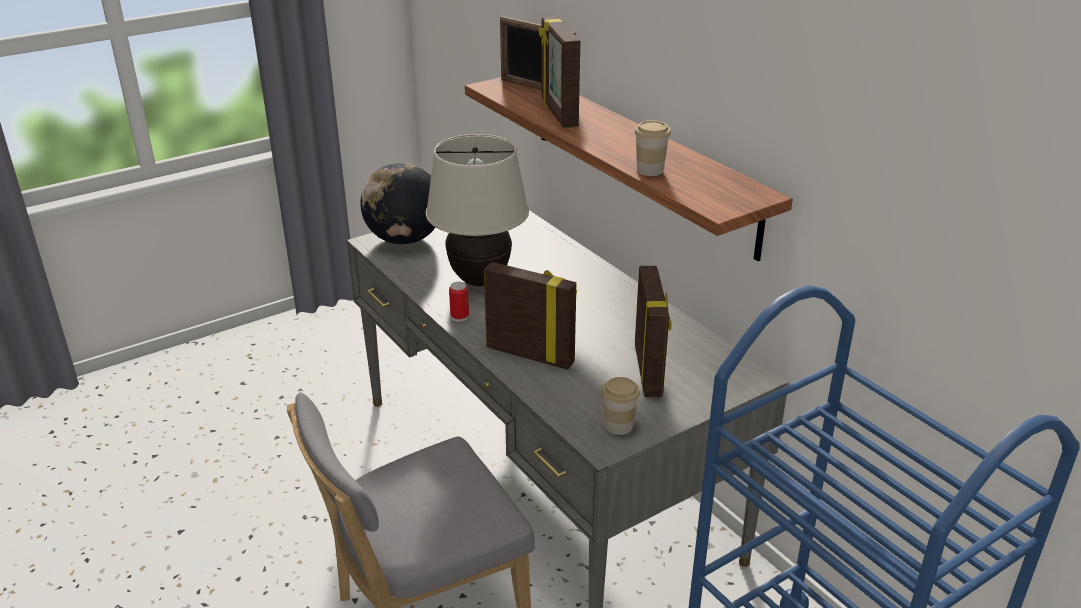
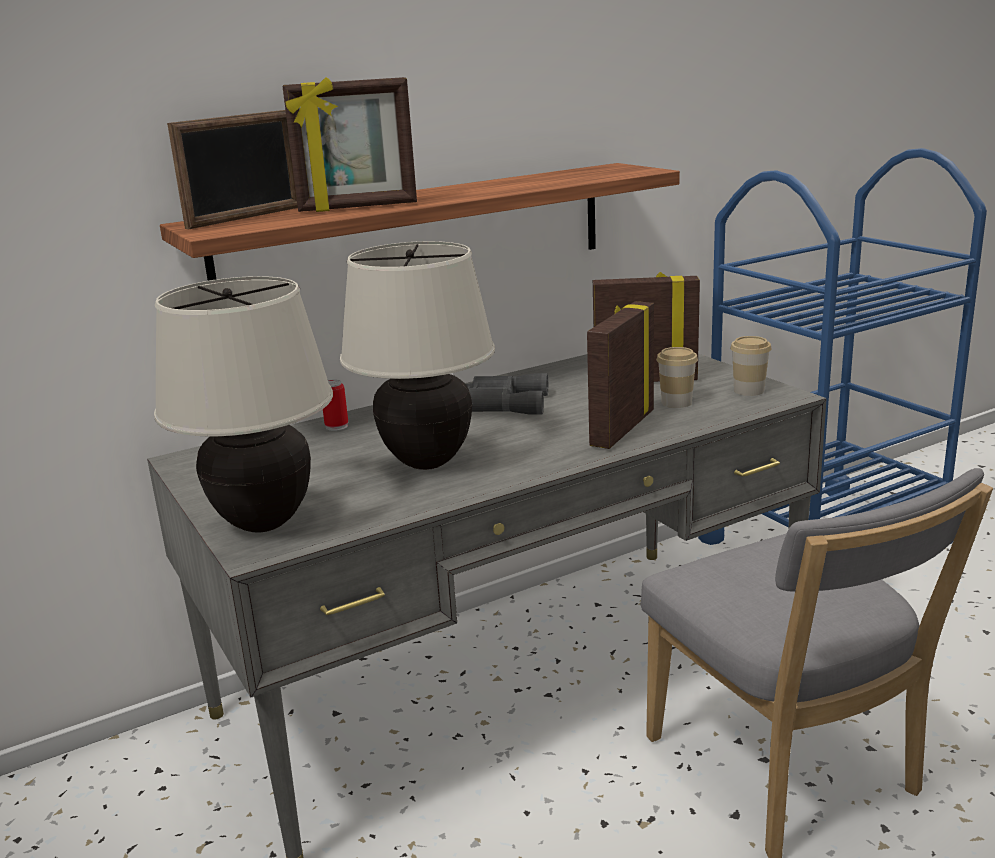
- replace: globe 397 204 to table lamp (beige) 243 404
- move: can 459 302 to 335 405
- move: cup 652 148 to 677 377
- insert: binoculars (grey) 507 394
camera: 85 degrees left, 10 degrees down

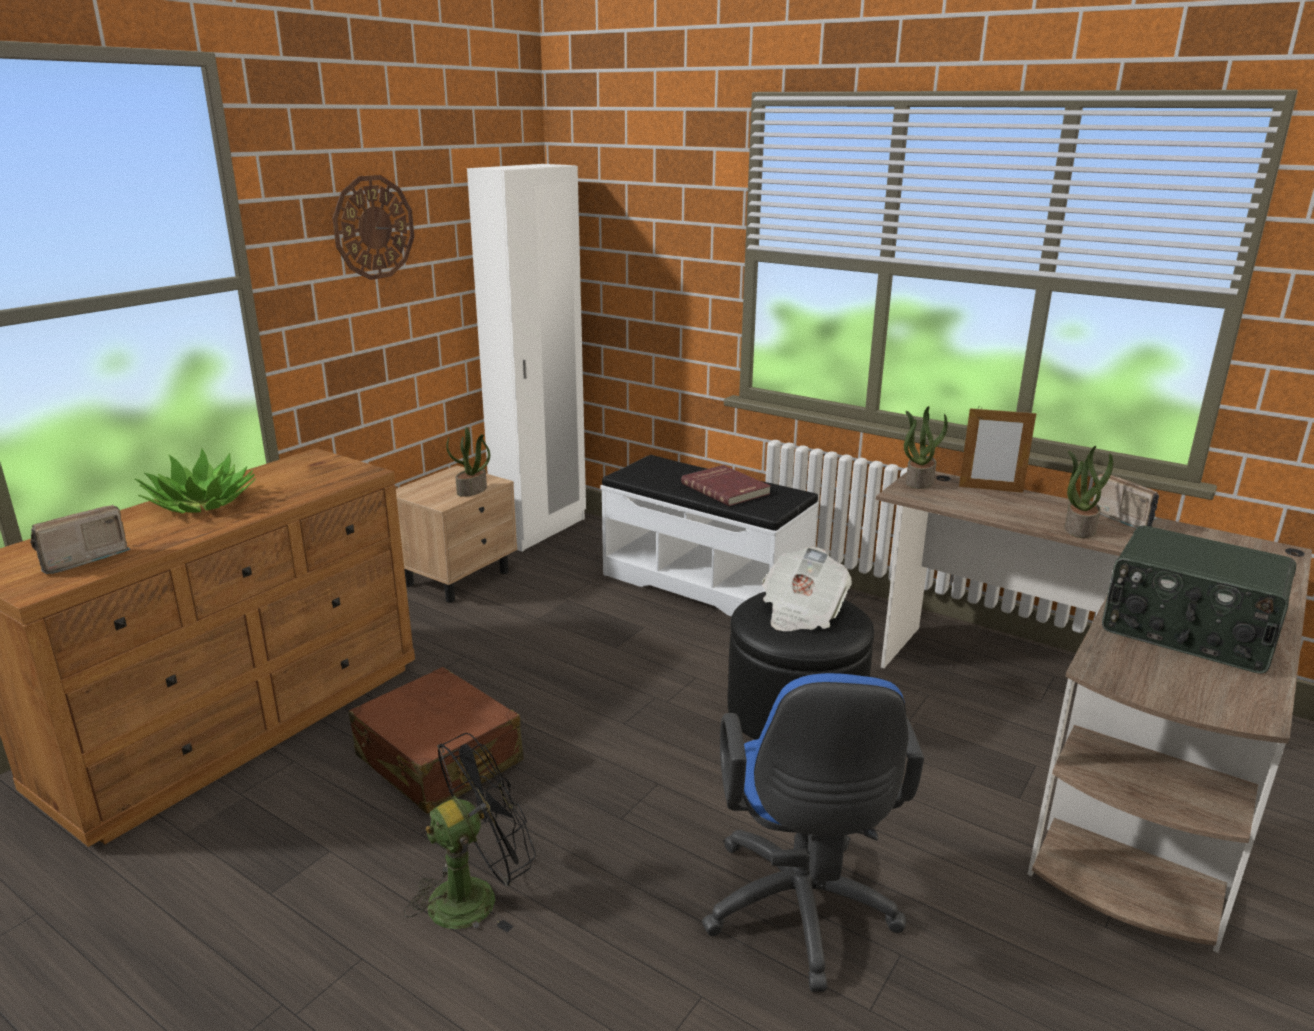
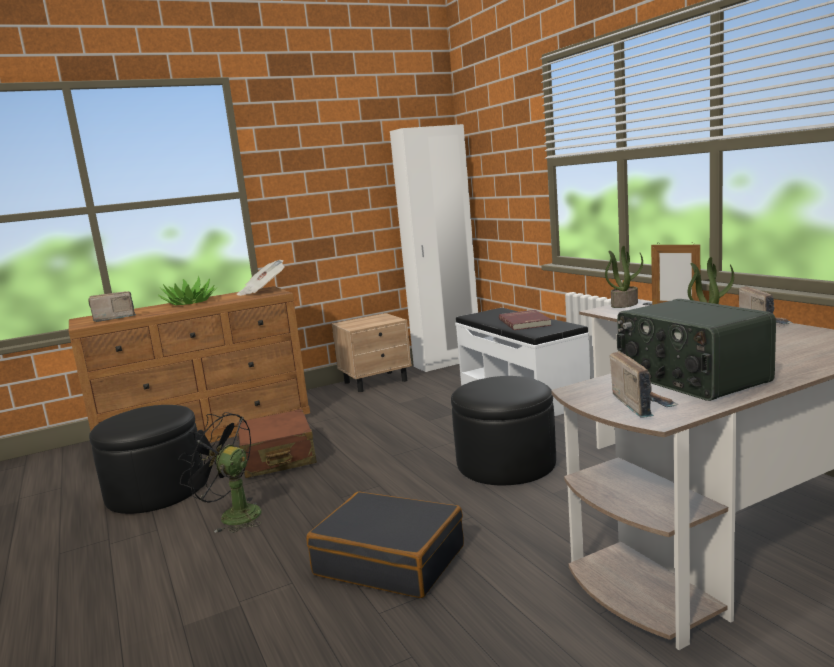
- delete: wall clock 373 227
- rotate: fan (black) 470 832 = 220 472 150 degrees counterclockwise
- delete: potted plant 468 462
- replace: office chair (blue) 813 832 to suitcase (black) 385 545
- move: newspaper 807 589 to 260 278
- insert: ottoman (black) 146 459
- insert: radio 644 384
camera: 30 degrees right, 10 degrees down

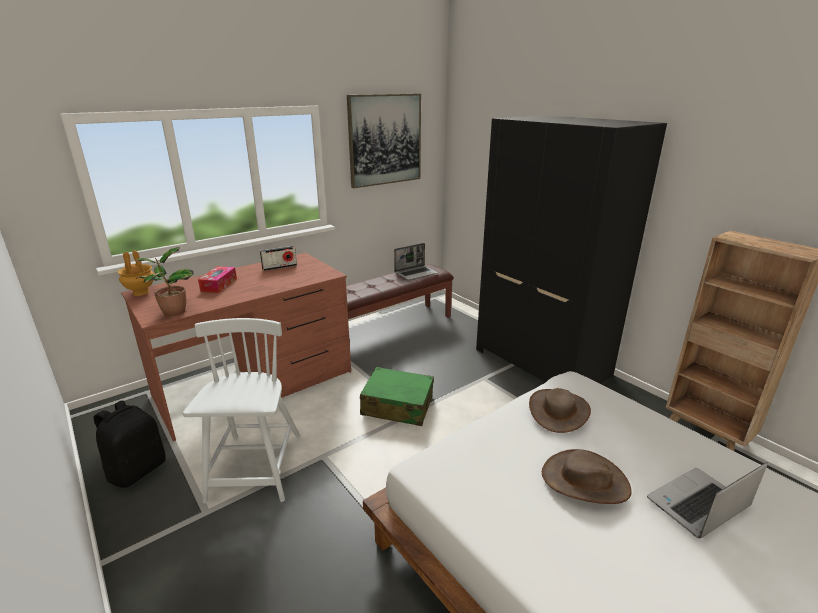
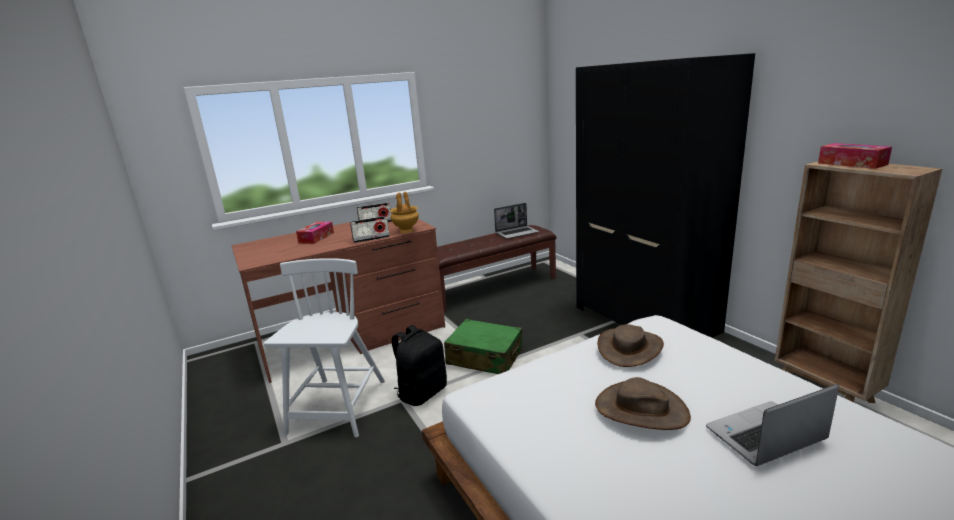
- move: backpack (black) 129 444 to 419 365
- move: vase (brown) 136 273 to 404 212
- delete: potted plant 164 281
- delete: picture 384 141
- insert: radio 370 229
- insert: tissue box 855 156
camera: 10 degrees right, 5 degrees down

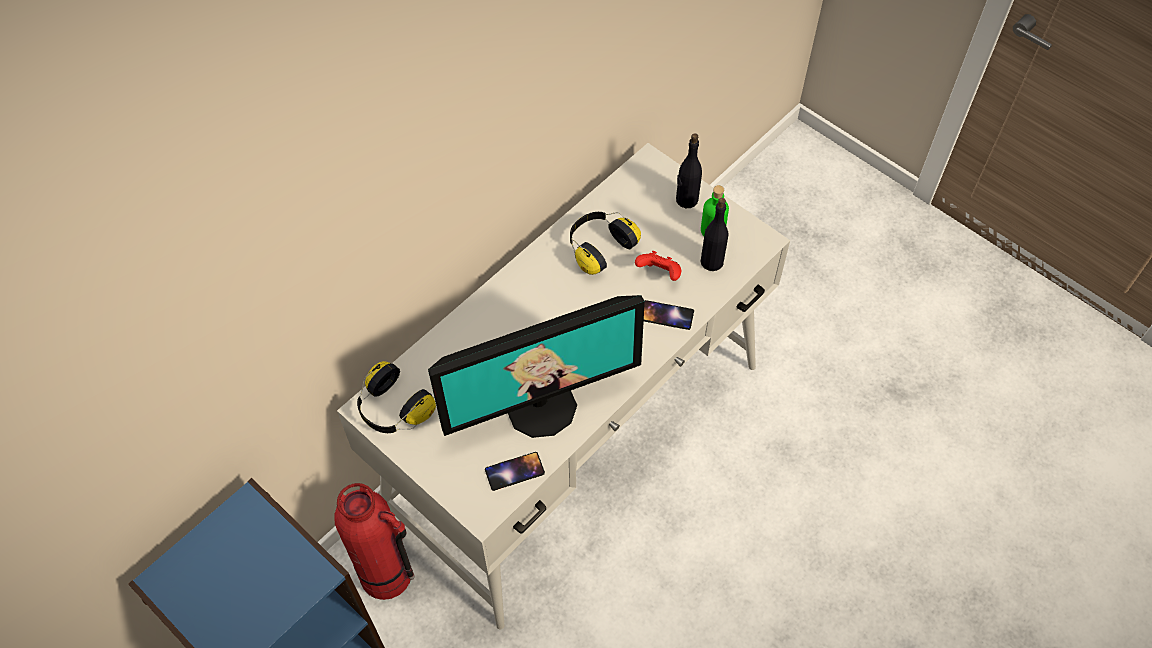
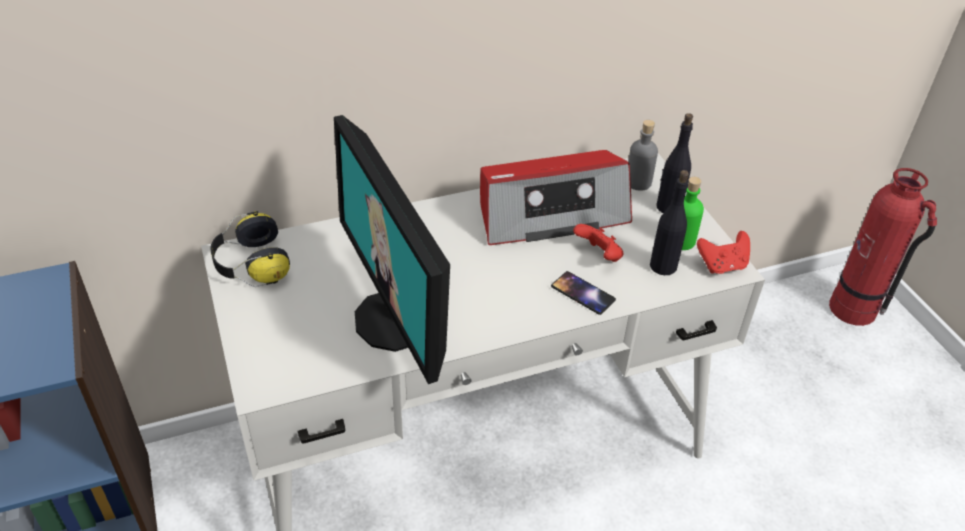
- move: fire extinguisher 374 541 to 883 247
- rotate: monitor 536 366 = 392 249 60 degrees clockwise
- delete: phone 515 471
- replace: headphones 605 243 to radio 556 197
- insert: bottle (grey) 643 155
- insert: game controller (red) 723 252
camera: 25 degrees right, 15 degrees down

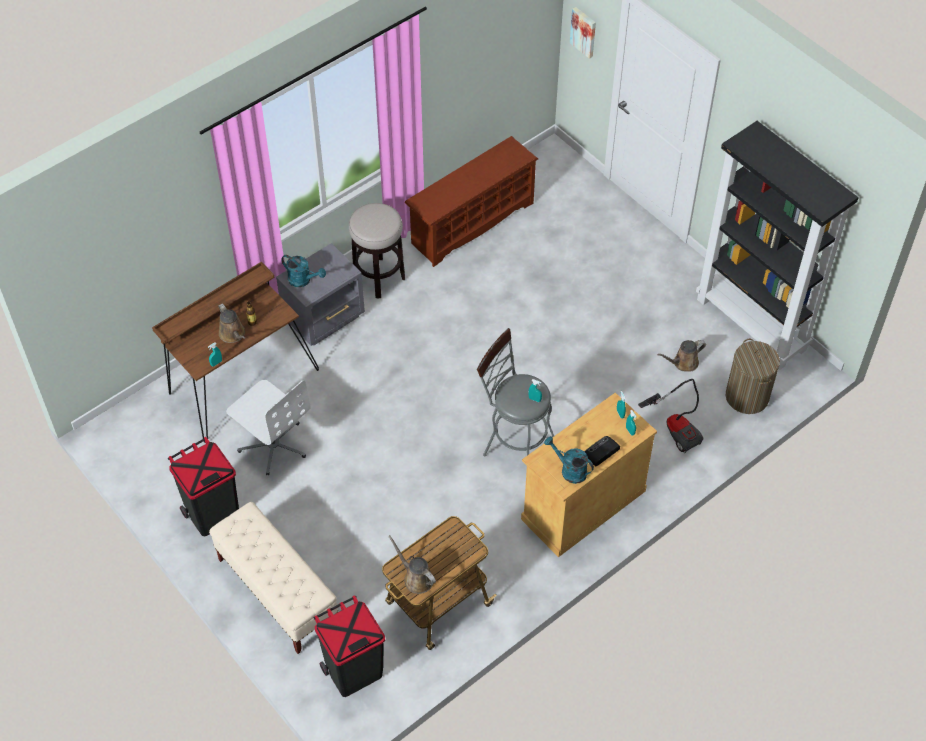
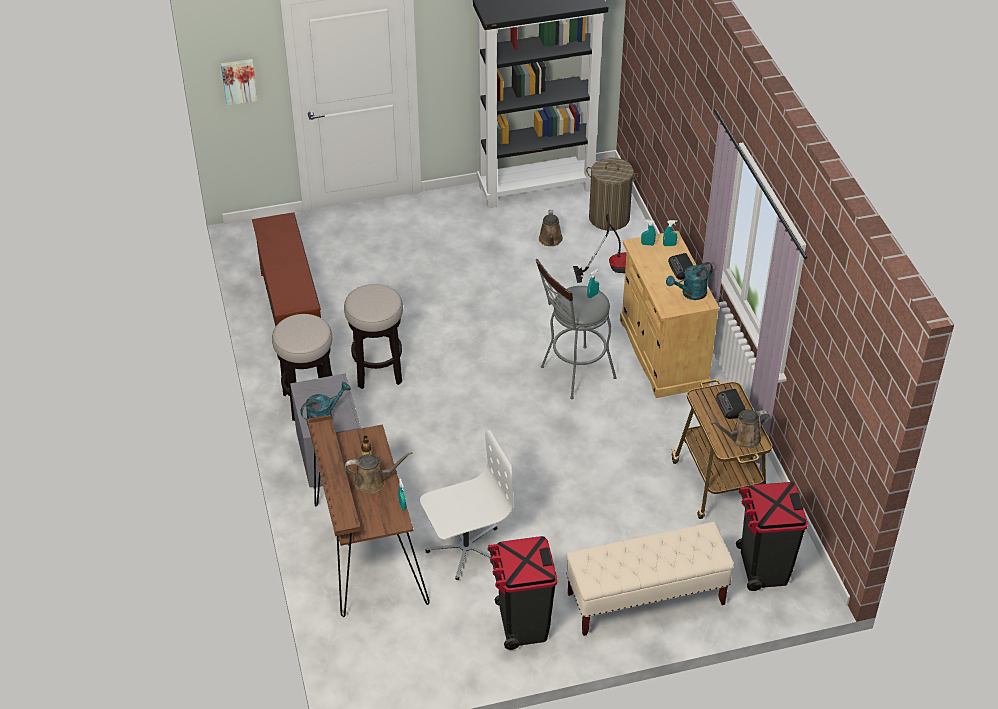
- insert: stool 373 336
- insert: radio 731 404
camera: 65 degrees left, 10 degrees down

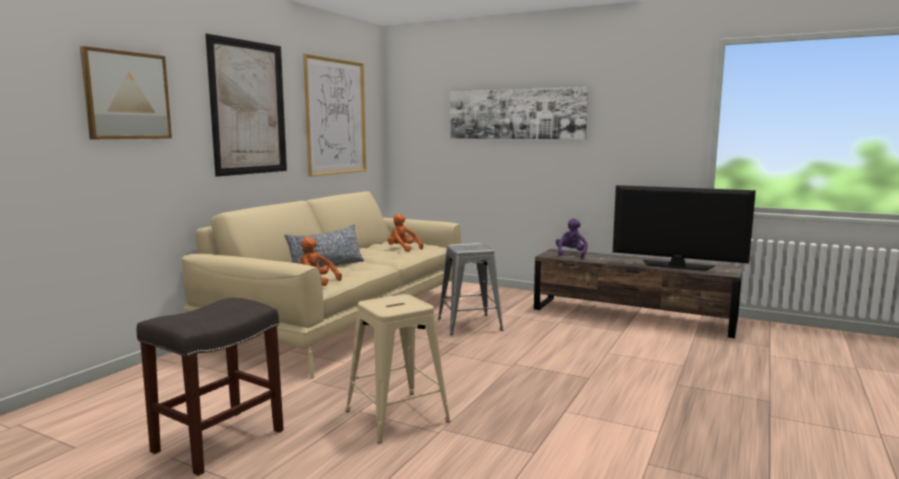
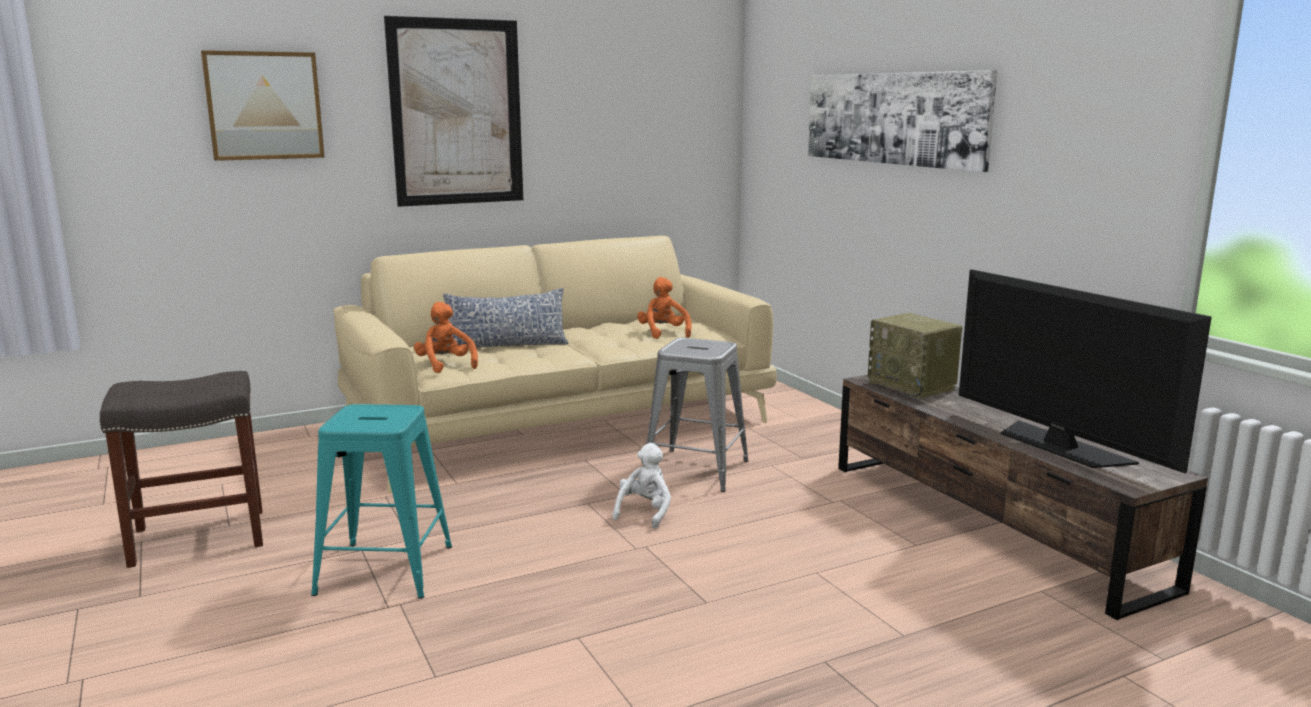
- delete: picture 334 115
- recolor: stool (beige) 398 368 to stool (turquoise) 381 501
- replace: plush toy (purple) 572 238 to radio 915 356
- insert: plush toy (white) 641 486
camera: 35 degrees right, 5 degrees up

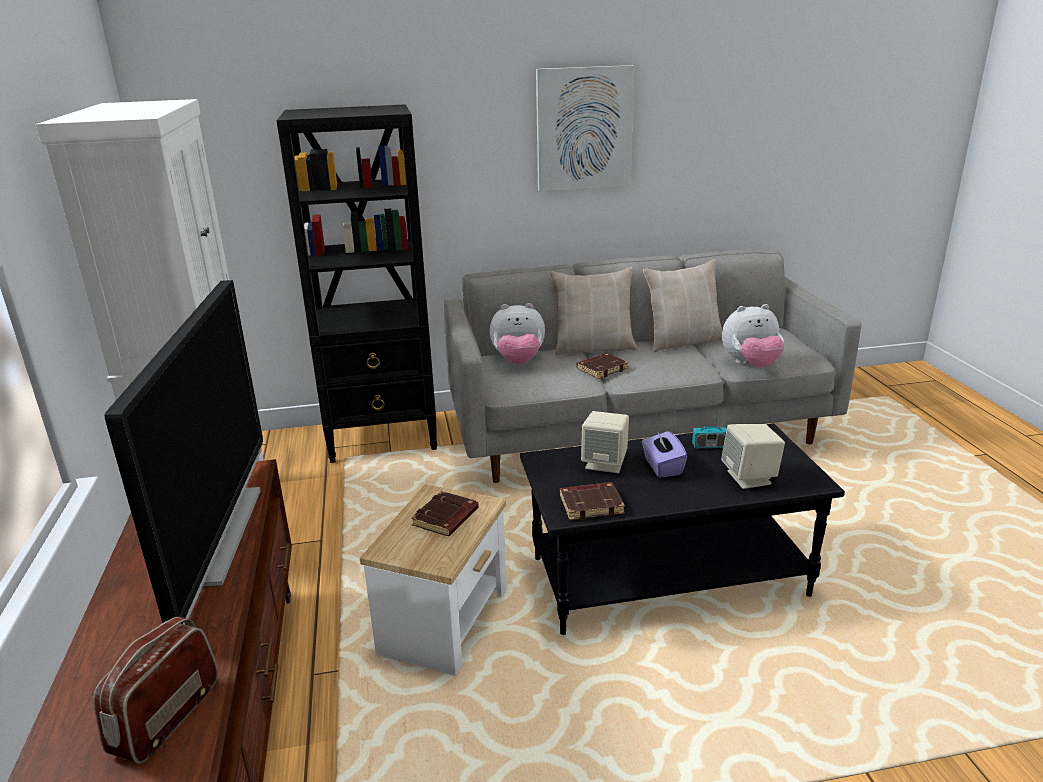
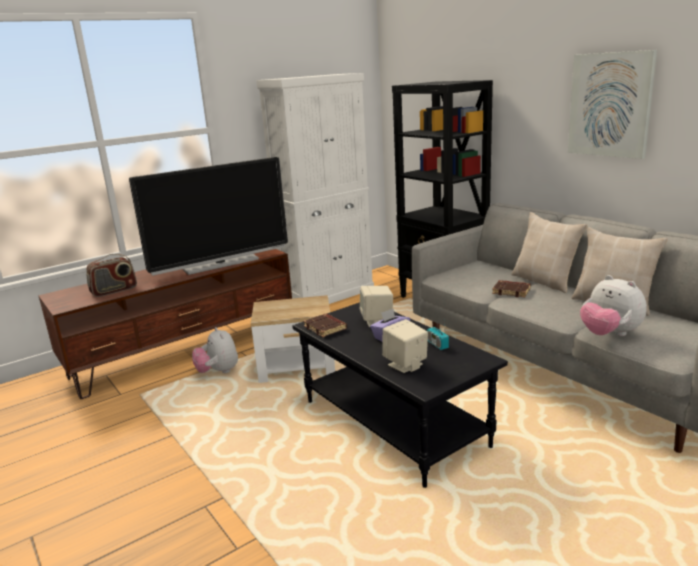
- rotate: radio 155 690 = 111 275 150 degrees clockwise
- delete: book (brown) 445 513
- move: plush toy 517 334 to 215 350
camera: 65 degrees right, 5 degrees down

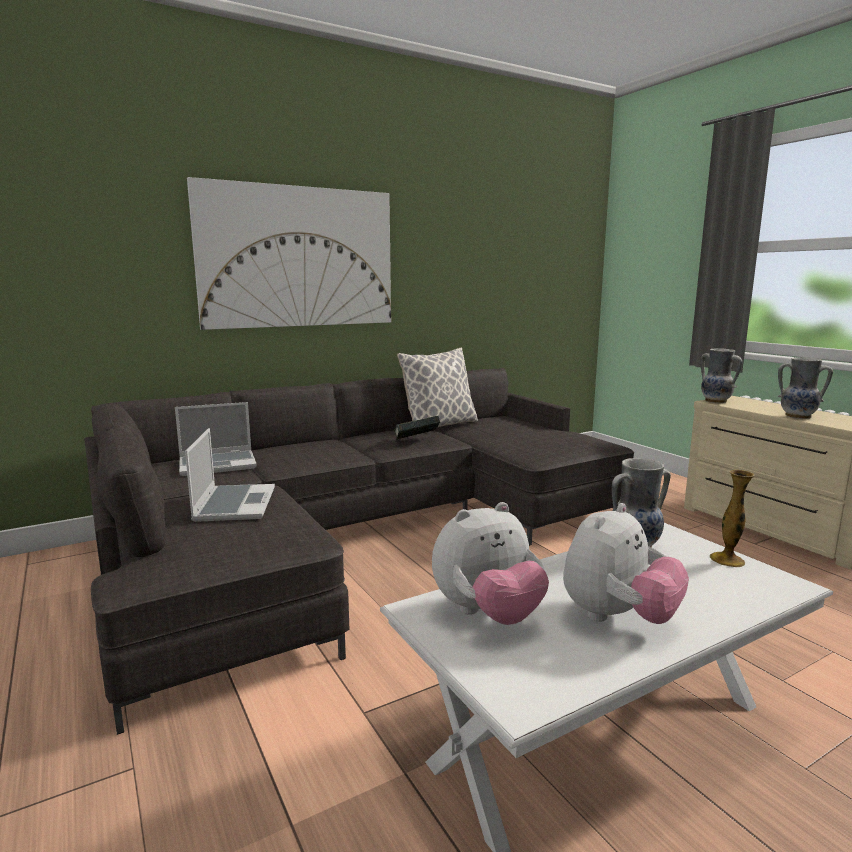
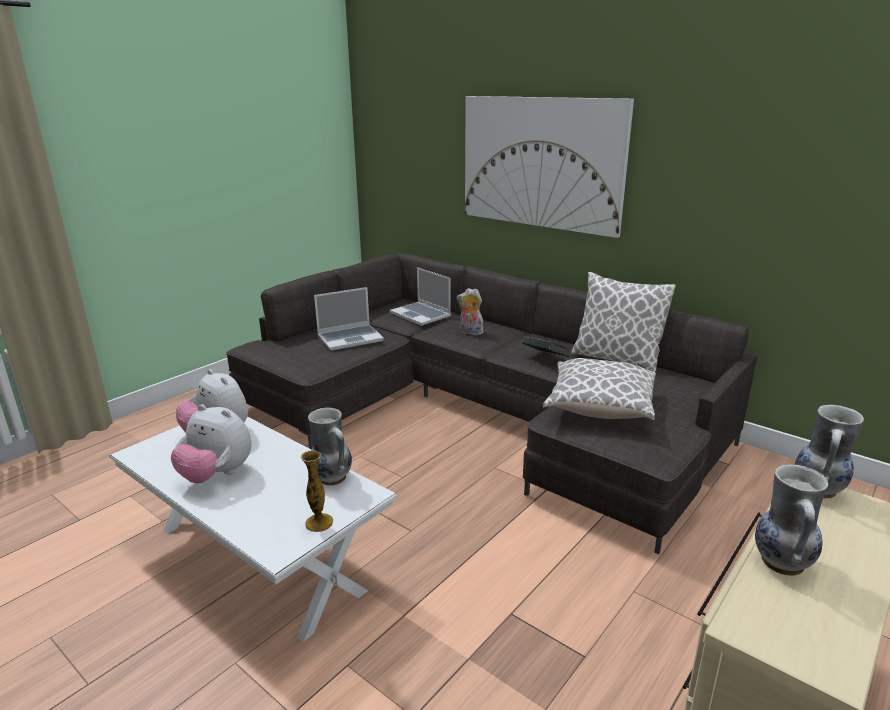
- insert: plush toy 471 311
- insert: pillow 599 389
camera: 70 degrees right, 10 degrees up

